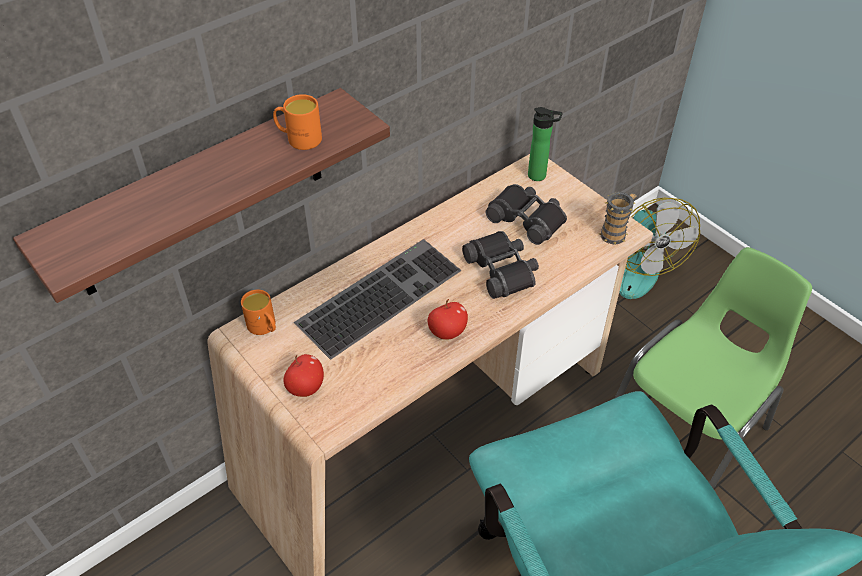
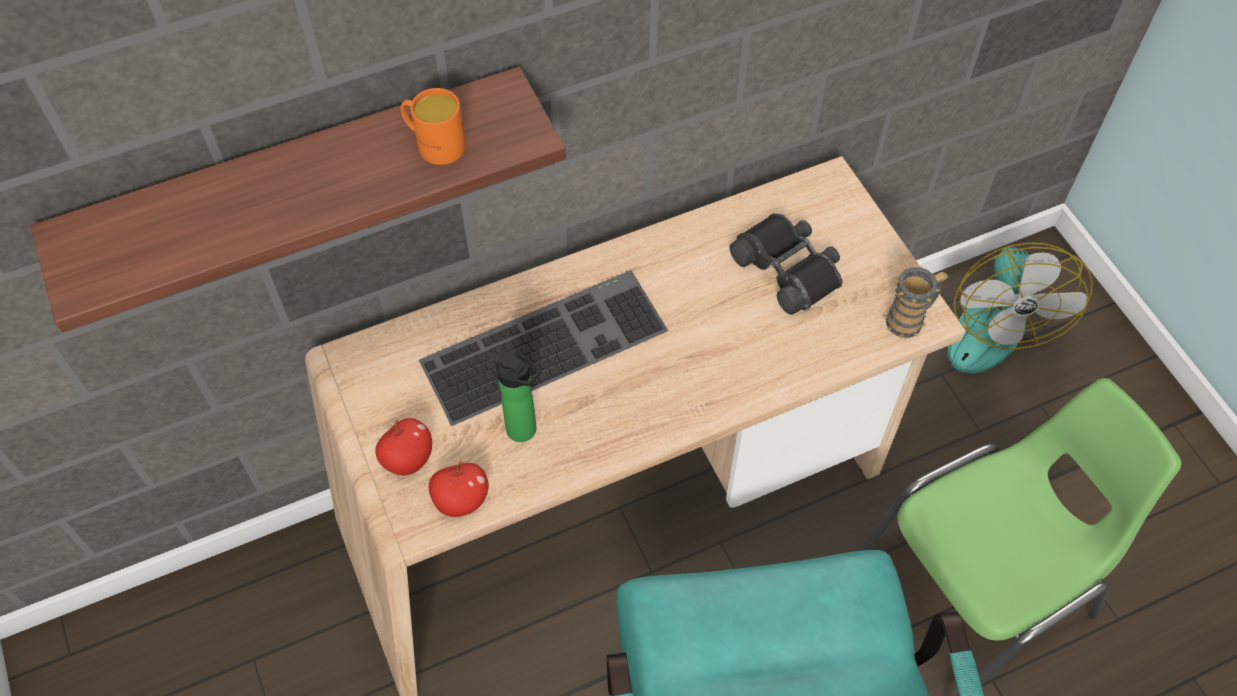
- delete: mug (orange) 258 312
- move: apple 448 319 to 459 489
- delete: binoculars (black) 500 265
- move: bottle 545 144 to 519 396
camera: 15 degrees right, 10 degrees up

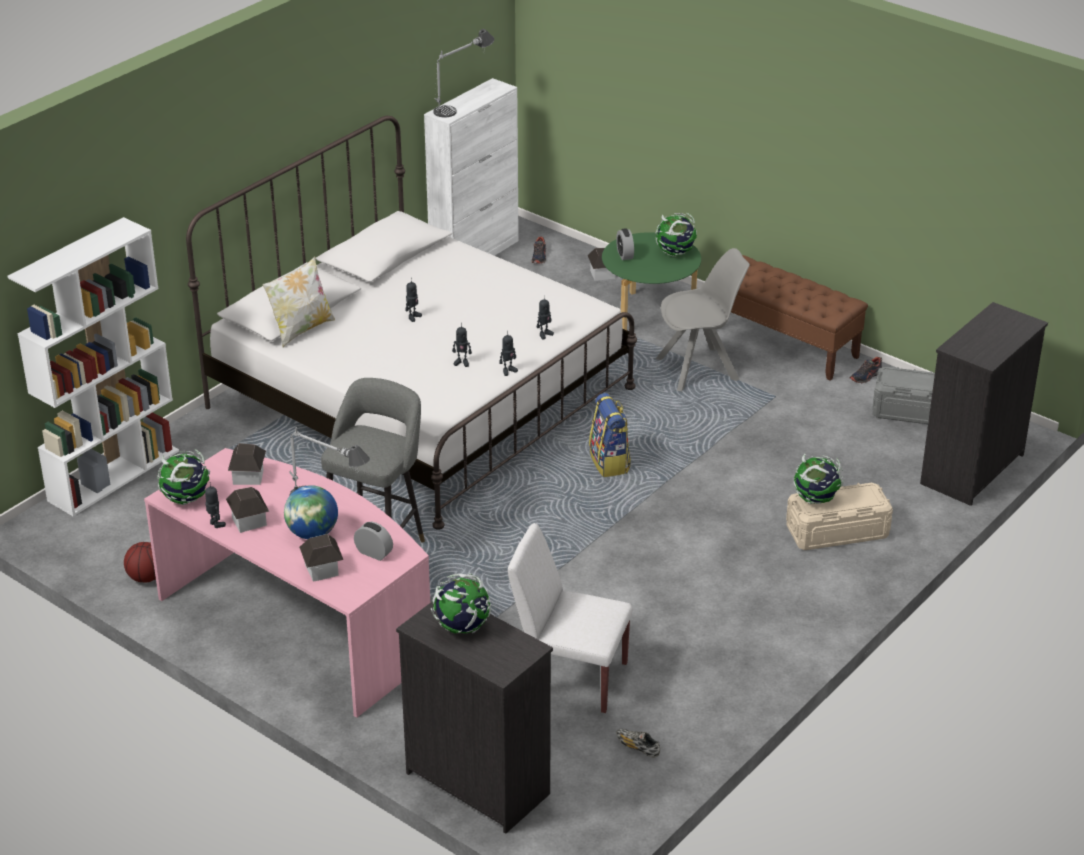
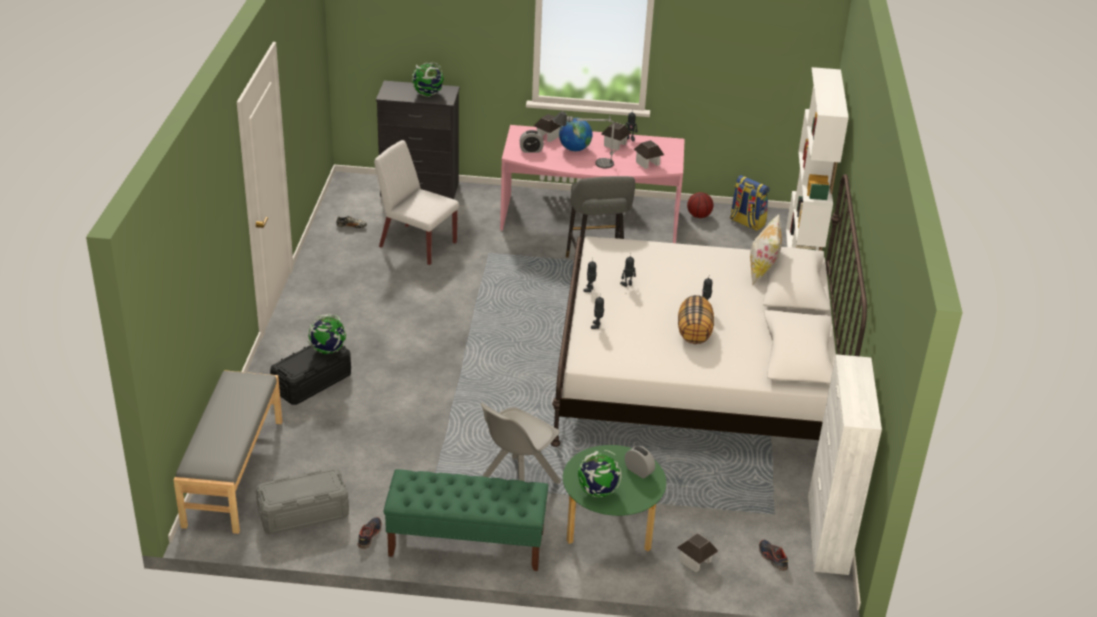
- delete: globe 183 477
- delete: table lamp 463 73
- rotate: chair (white) 570 618 = 416 202 135 degrees counterclockwise
- move: backpack 610 435 to 750 203
- recolor: bench (brown) 799 318 to bench (green) 466 520
- recolor: storage box (beige) 839 516 to storage box (black) 310 374
- replace: dresser (black) 984 404 to bench (grey) 227 452
- insert: pillow 696 319
camera: 145 degrees right, 0 degrees up

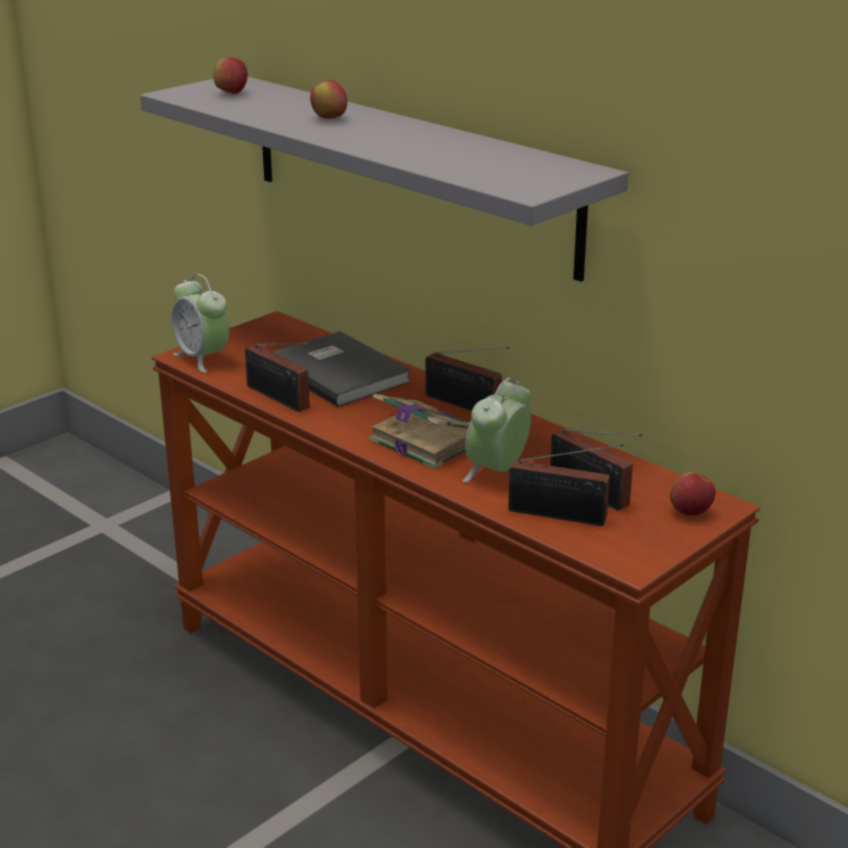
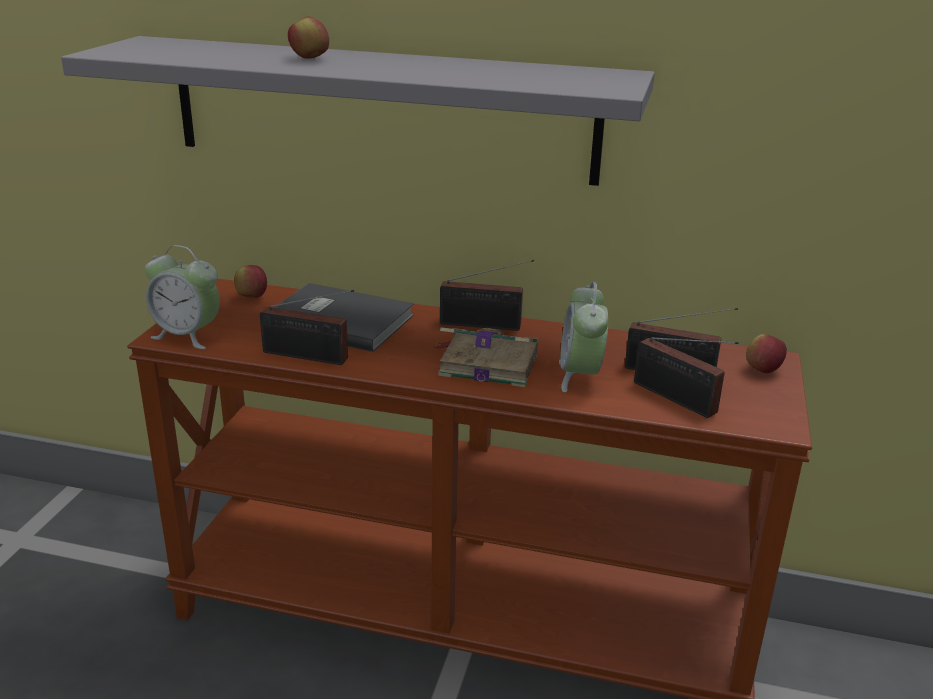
- move: apple 230 75 to 250 281
- rotate: radio 566 485 = 686 378 60 degrees clockwise
camera: 30 degrees left, 0 degrees up

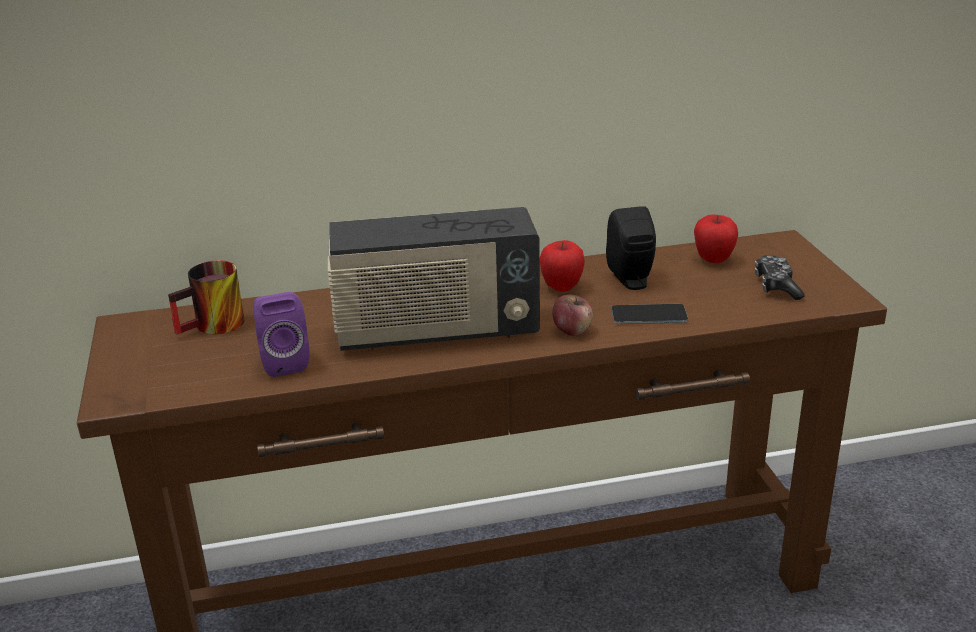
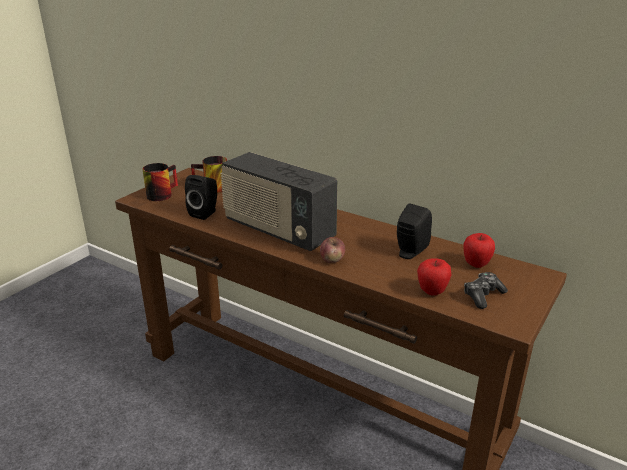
- recolor: speaker (purple) 282 334 to speaker (black) 201 197
- move: apple 562 266 to 434 276
- delete: phone 649 314
- insert: mug 160 182
camera: 45 degrees right, 0 degrees up

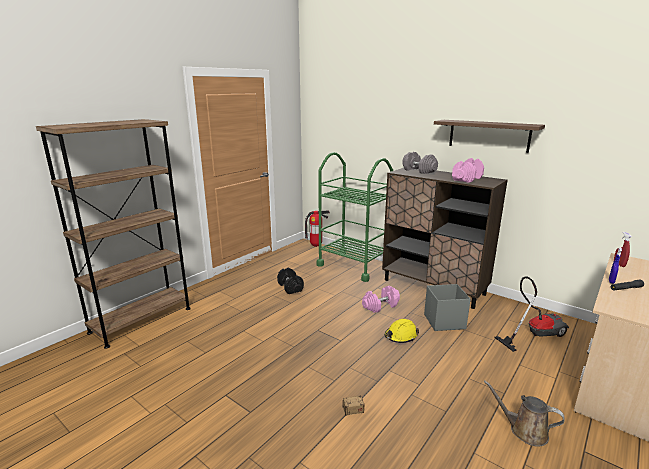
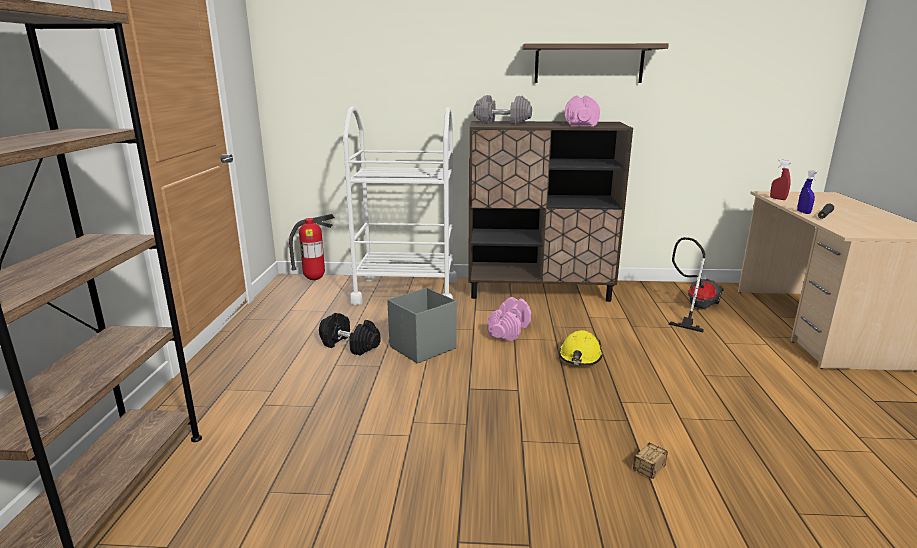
- recolor: cart (green) 354 217 to cart (white) 400 206
- move: storage box (grey) 447 307 to 422 326
- delete: watering can (brown) 524 413
camera: 35 degrees left, 0 degrees up

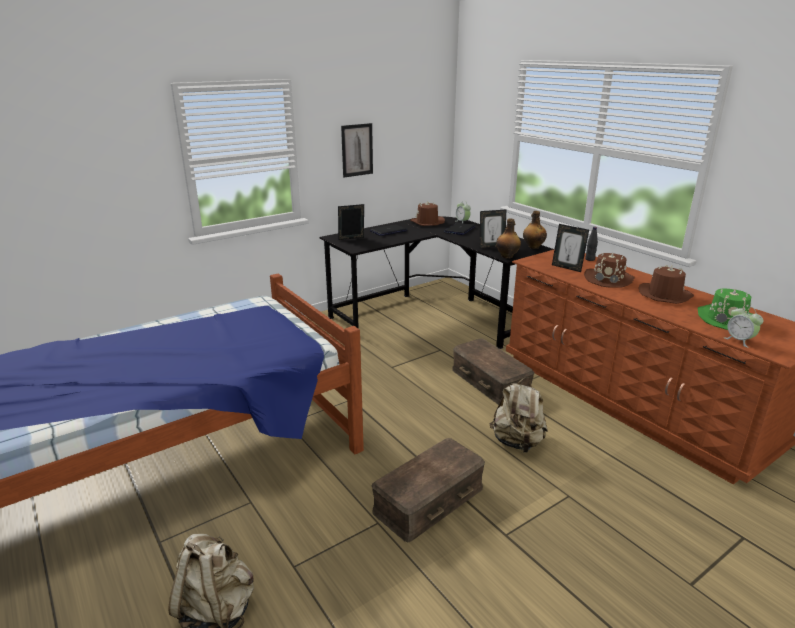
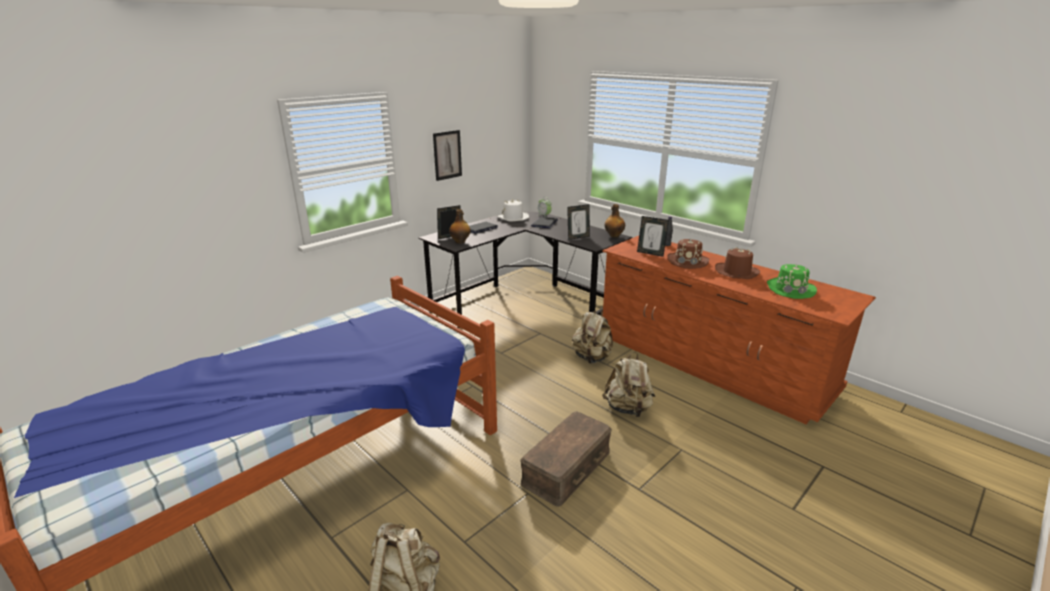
- recolor: hat (brown) 427 213 to hat (white) 513 210
- replace: storage box (brown) 493 371 to backpack (beige) 592 336
- move: bottle 508 238 to 460 226
- delete: alarm clock 744 327
camera: 10 degrees left, 0 degrees up

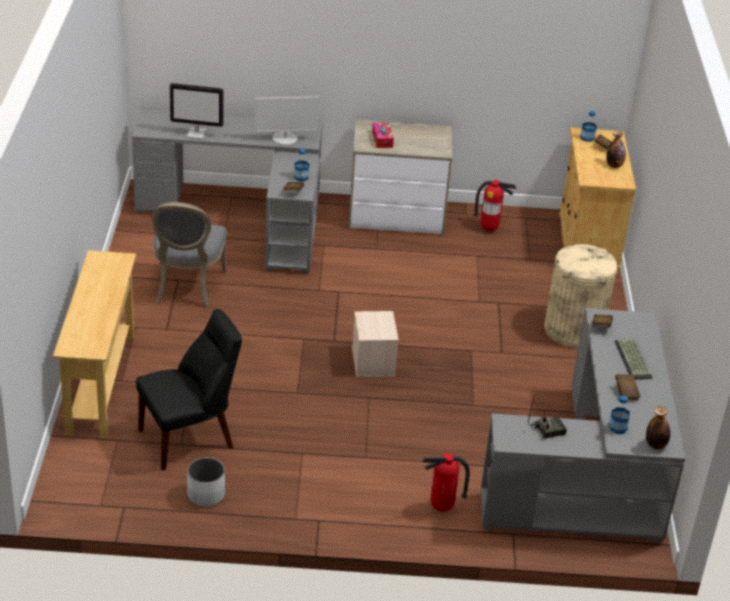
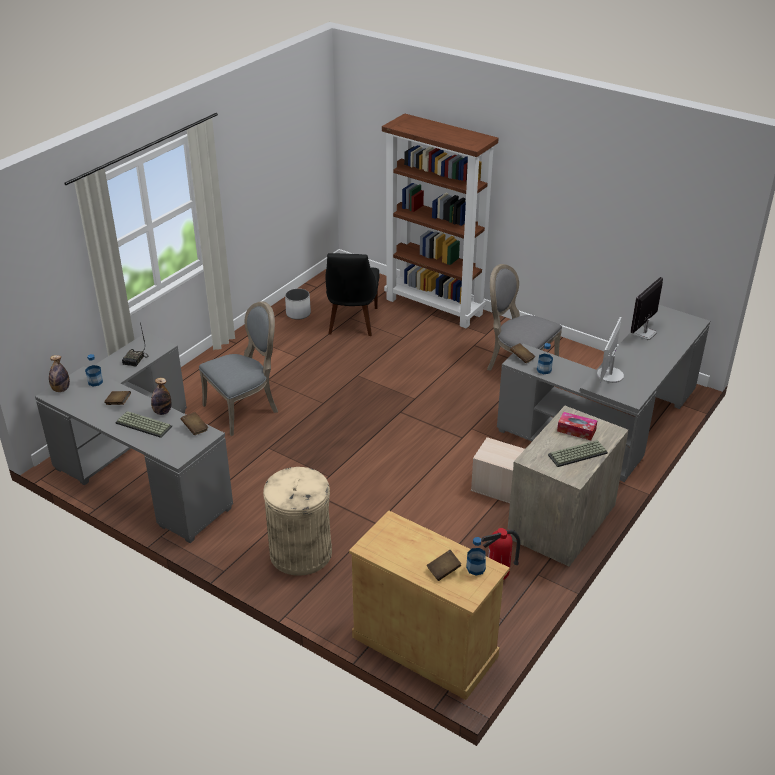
- replace: console table (beige) 94 344 to bookcase (brown) 440 221
- move: storage box (beige) 375 344 to 498 470
- delete: fire extinguisher 446 482
- move: bottle 616 149 to 161 396
- insert: chair (grey) 238 368
- insert: keyboard 578 453
camera: 125 degrees right, 0 degrees up

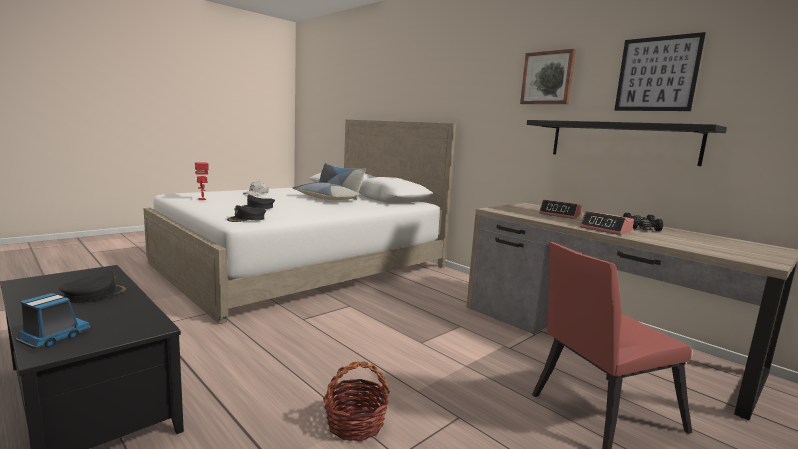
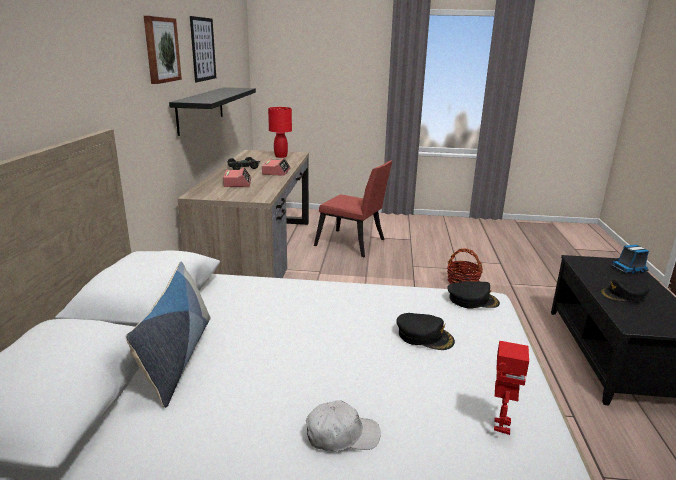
- delete: pillow 327 191
- insert: table lamp (red) 280 132
camera: 130 degrees left, 10 degrees up

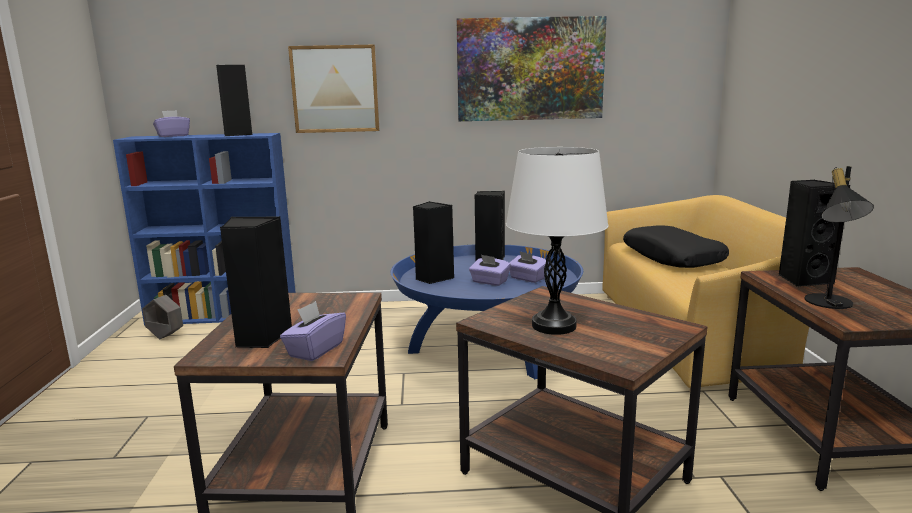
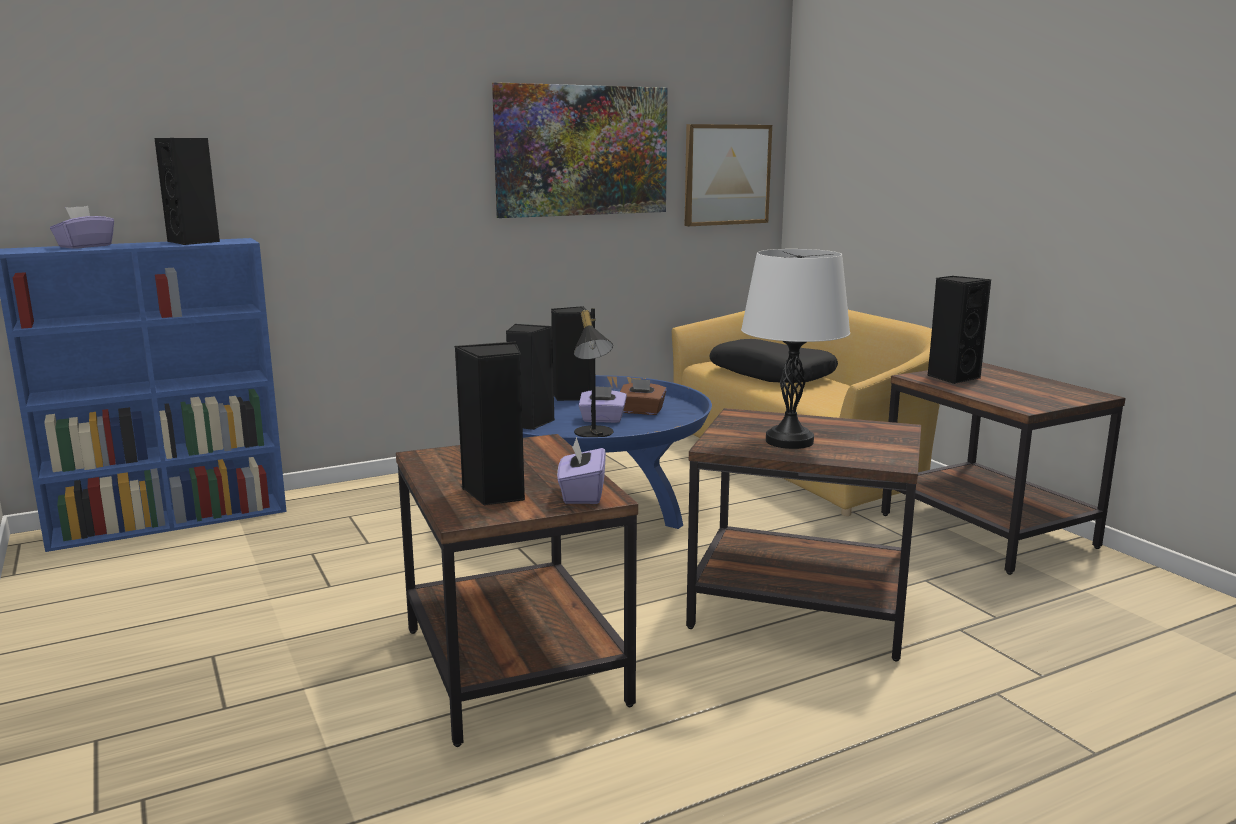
- delete: planter (grey) 162 317
- move: picture 334 89 to 728 175
- recolor: tissue box (purple) 529 267 to tissue box (brown) 643 396
- move: table lamp (black) 839 237 to 593 372
camera: 25 degrees left, 0 degrees up

